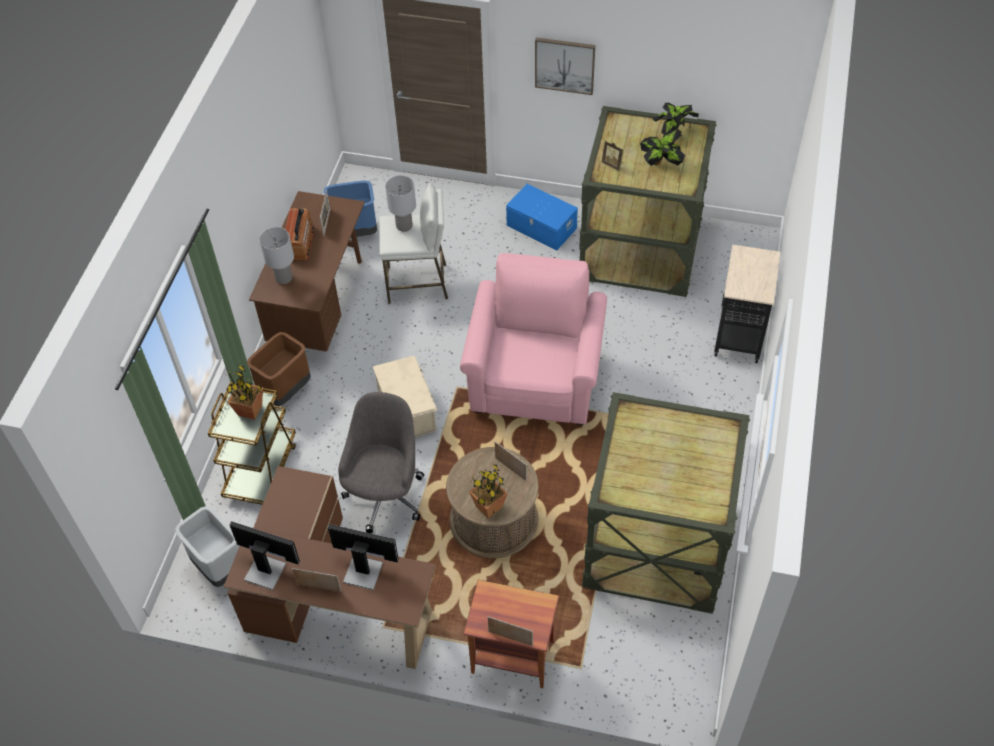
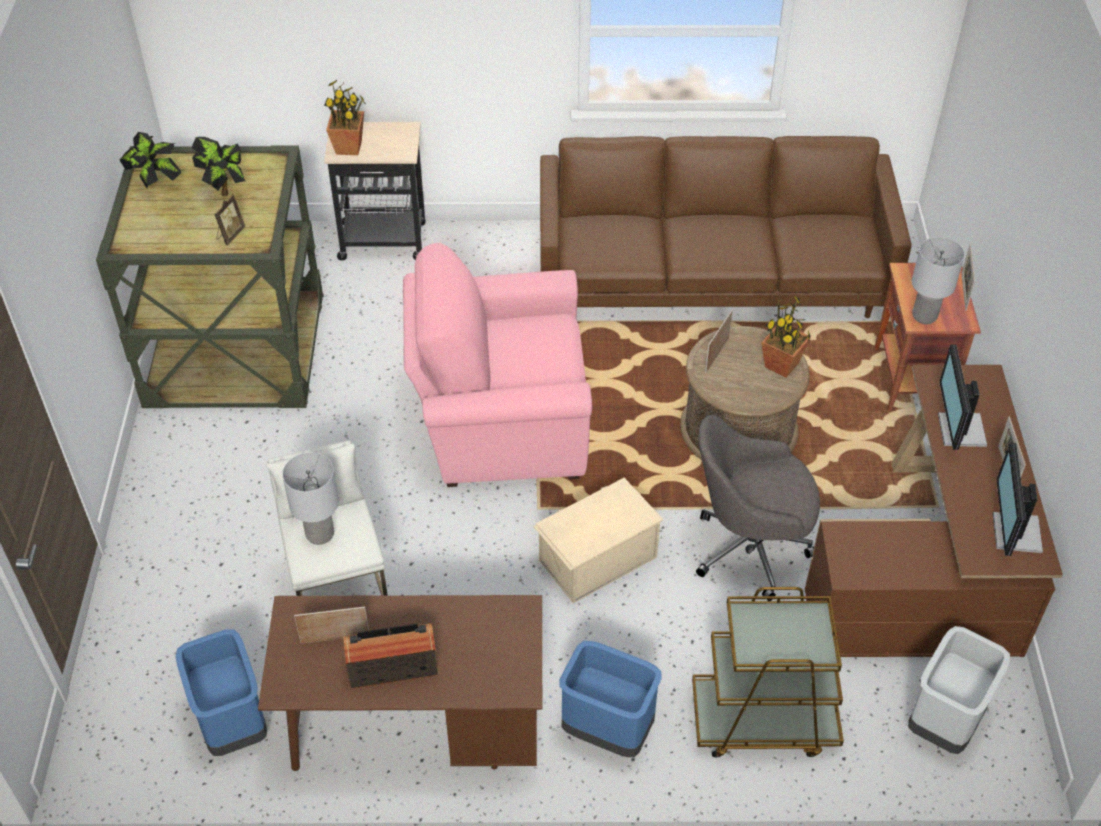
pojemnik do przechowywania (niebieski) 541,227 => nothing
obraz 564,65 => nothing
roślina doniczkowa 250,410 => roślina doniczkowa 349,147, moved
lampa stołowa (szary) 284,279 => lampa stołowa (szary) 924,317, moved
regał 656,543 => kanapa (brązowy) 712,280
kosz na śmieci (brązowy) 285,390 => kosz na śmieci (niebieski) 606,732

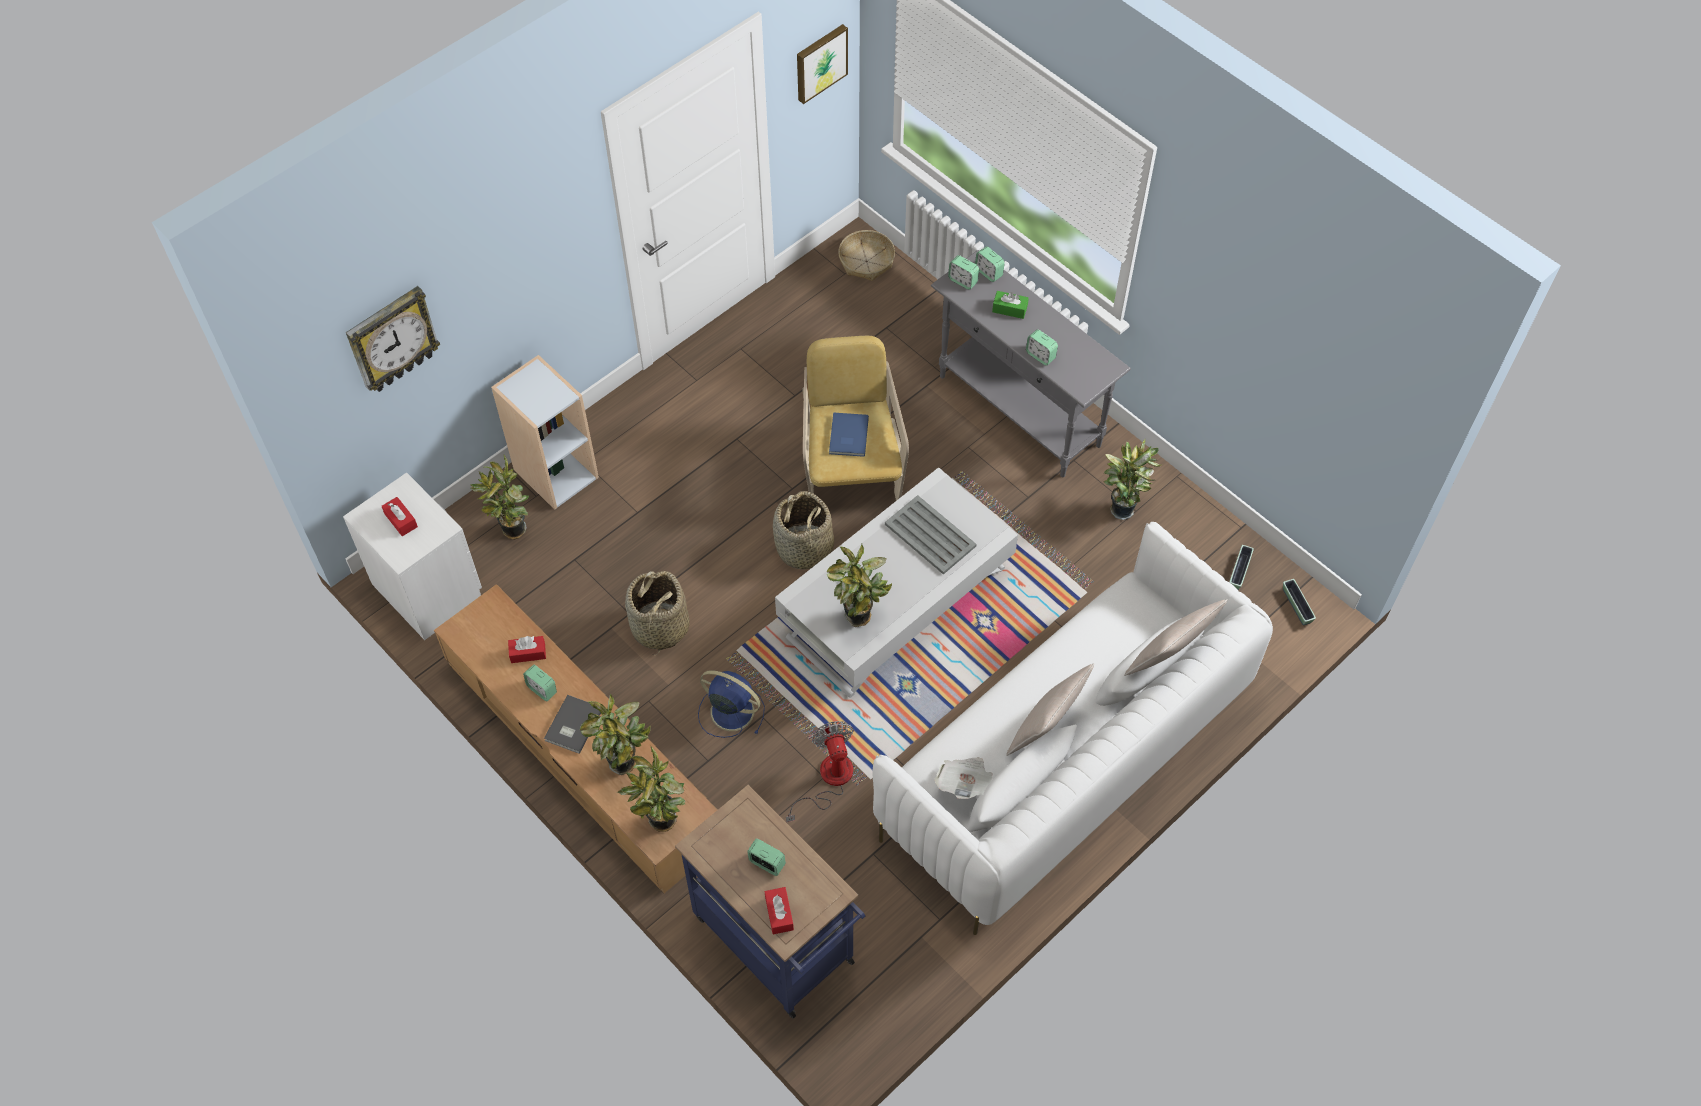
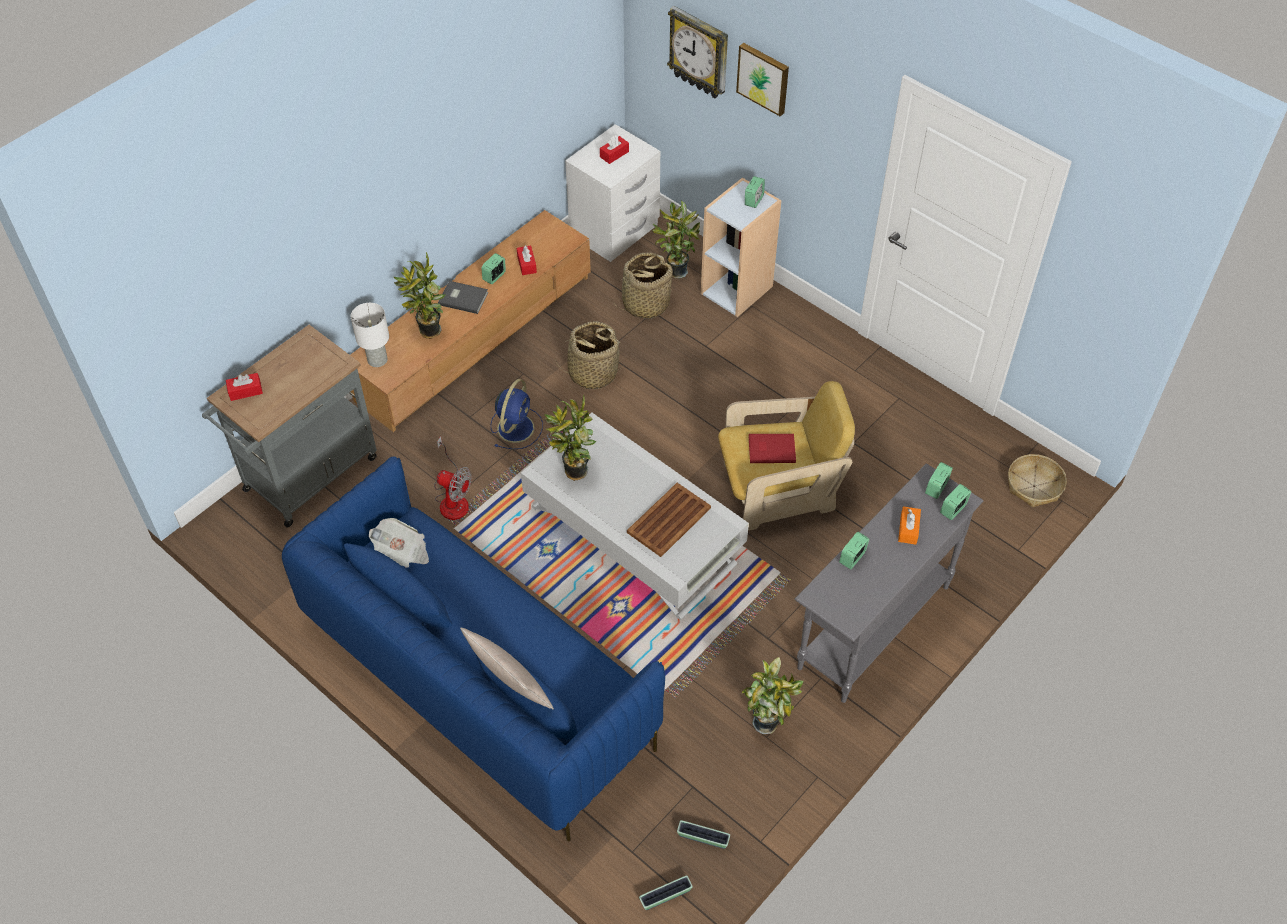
poduszka (beżowy) 1045,730 => nothing
budzik 767,863 => budzik 753,200, moved
koszyk 804,549 => koszyk 645,304, moved
obraz 820,62 => obraz 764,78, moved
roślina doniczkowa 661,822 => lampa stołowa (biały) 378,359
wózek (niebieski) 777,943 => wózek (szary) 308,476
książka (niebieski) 847,436 => książka (czerwony) 771,448
kanapa (biały) 1063,756 => kanapa (niebieski) 479,676
taca (szary) 929,534 => taca (brązowy) 669,520
pudełko chusteczek (zielony) 1009,309 => pudełko chusteczek (pomarańczowy) 908,529
wentylator 828,780 => wentylator 452,499, 45 degrees clockwise

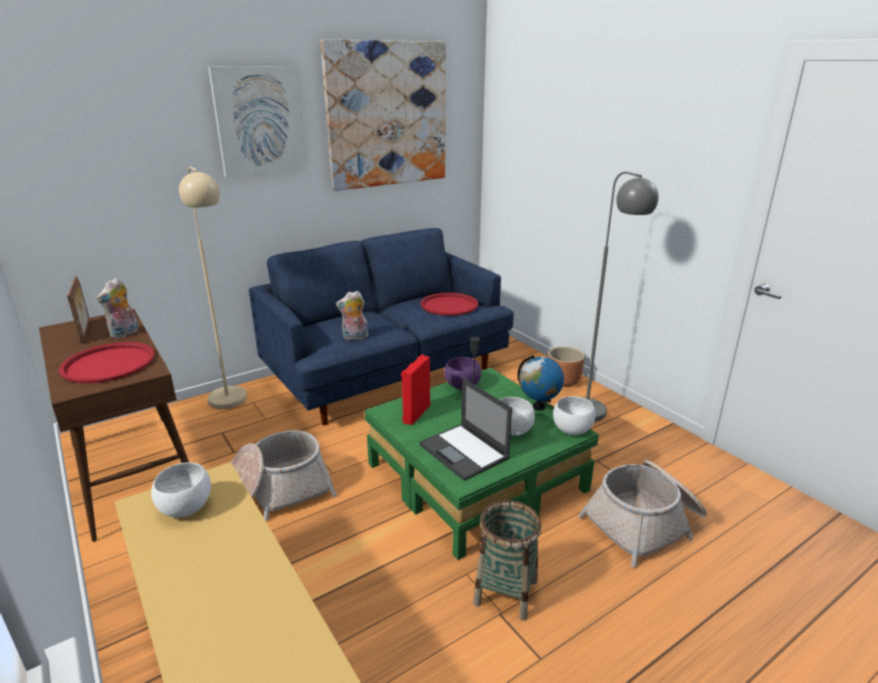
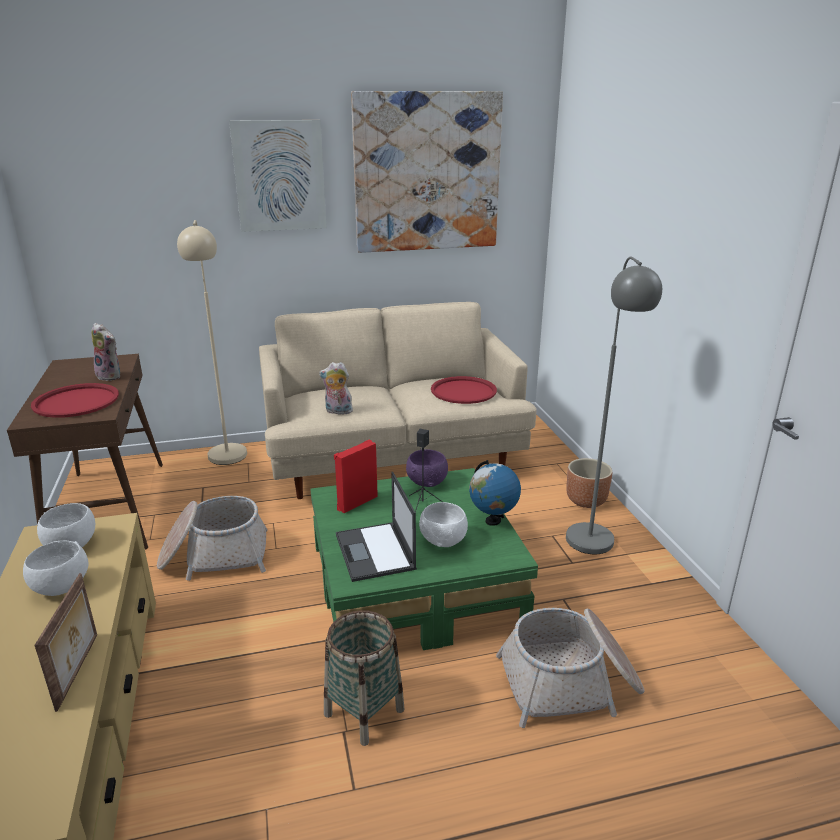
ramka na zdjęcie 86,332 => ramka na zdjęcie 79,670, moved
miska (biały) 572,430 => miska (biały) 60,587, moved
kanapa (niebieski) 386,376 => kanapa (beżowy) 391,460
pluszak 125,334 => pluszak 111,376, 105 degrees counterclockwise

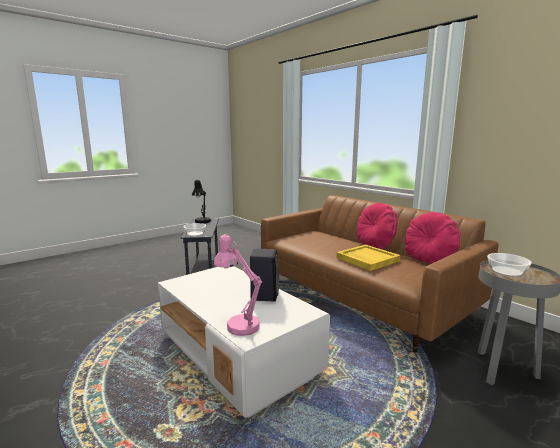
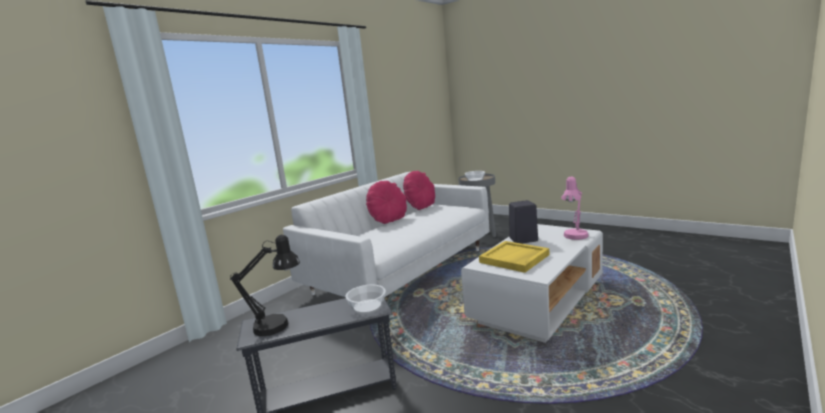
taca (żółty) 367,259 => taca (żółty) 514,259, moved
kanapa (brązowy) 360,298 => kanapa (biały) 402,271

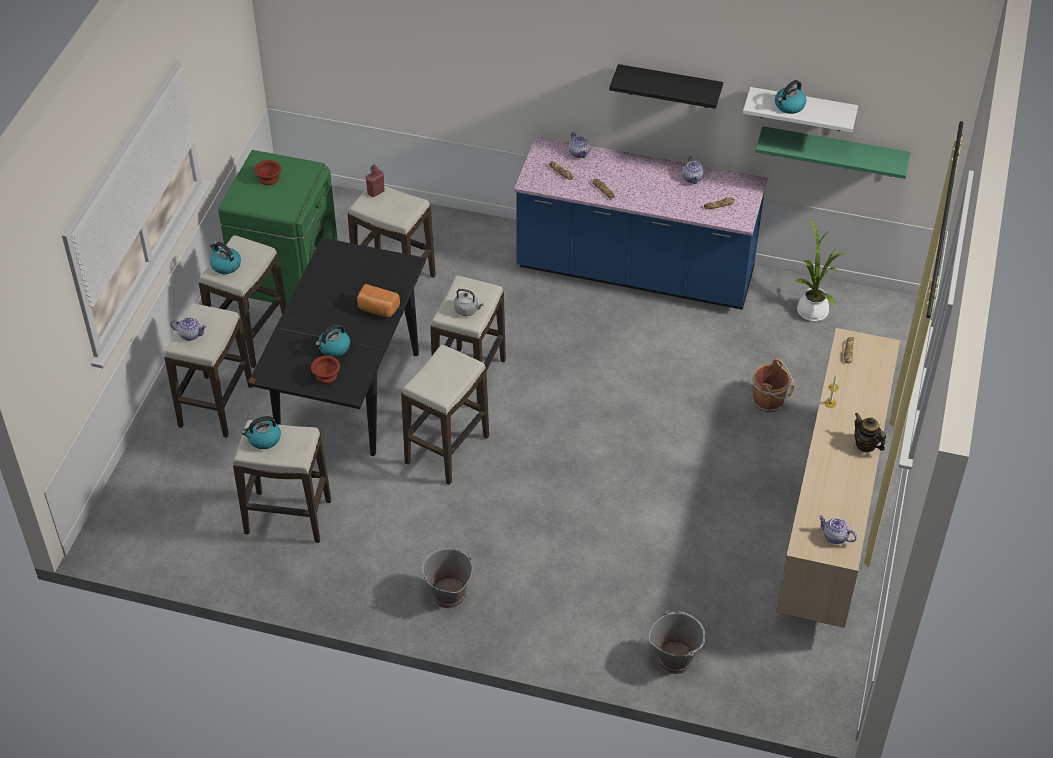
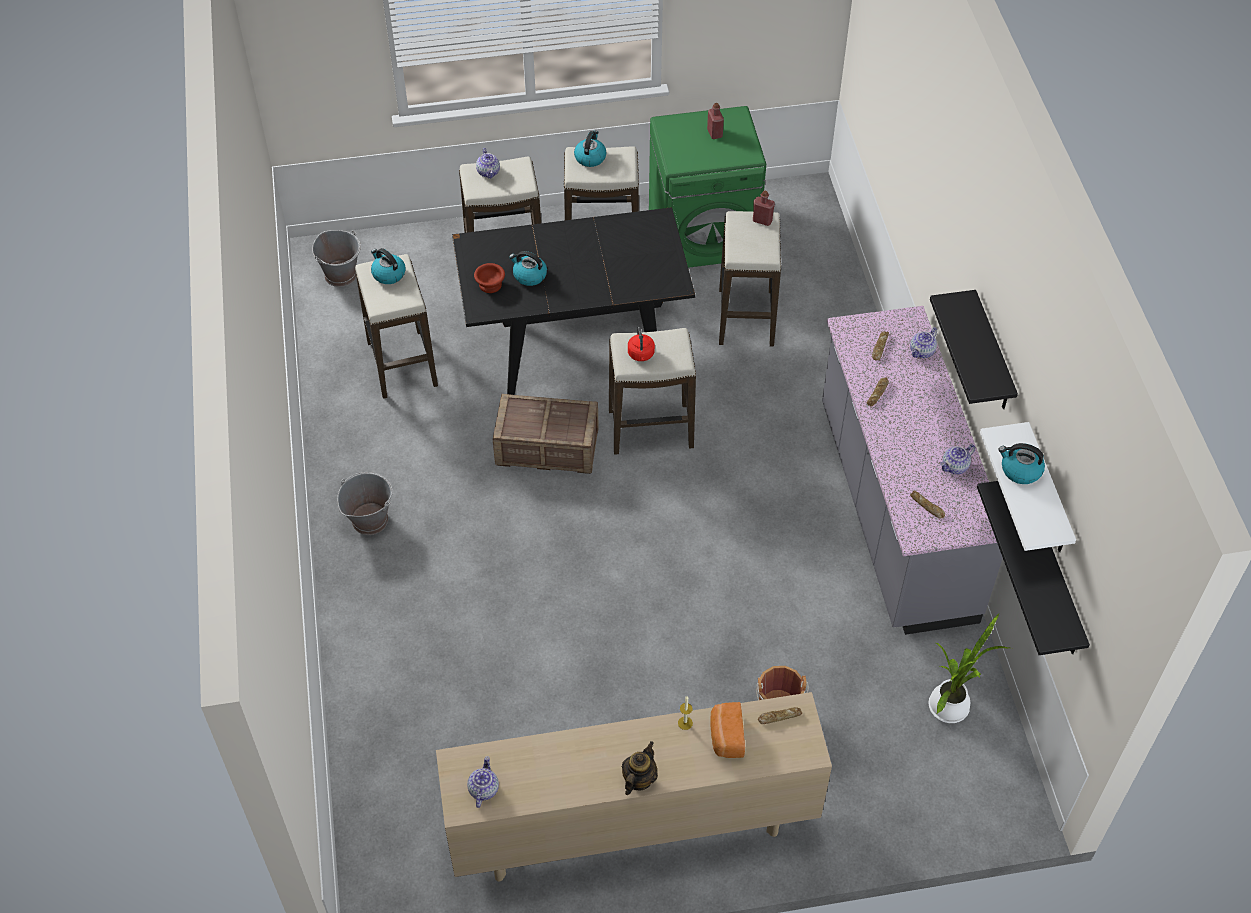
chleb 377,309 => chleb 726,737, moved
wiadro (szary) 675,658 => wiadro (szary) 341,274, moved
miska (brązowy) 268,178 => butelka (czerwony) 714,133
stołek 447,450 => skrzynka 546,448
czajnik (szary) 467,310 => czajnik (czerwony) 641,355
zabudowa kuchenna (niebieski) 635,272 => zabudowa kuchenna (szary) 894,513
półka (zielony) 833,152 => półka (czarny) 1051,570

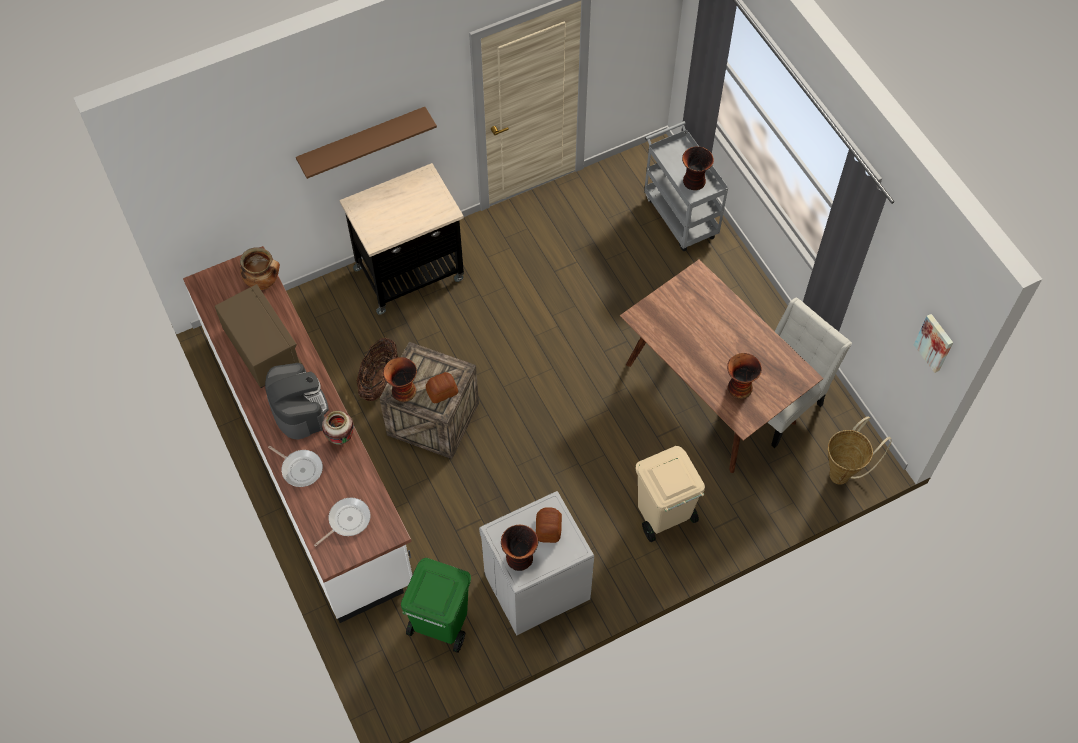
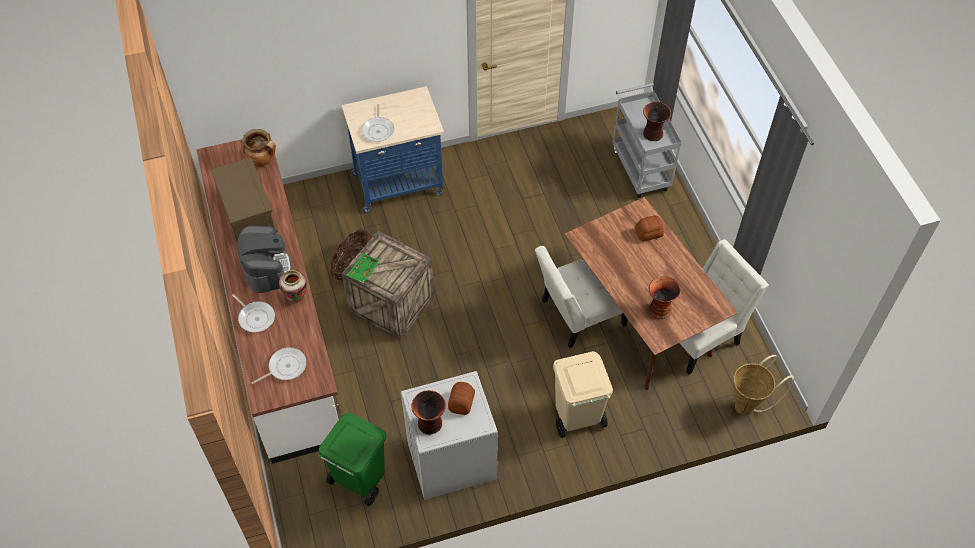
półka (brązowy) 362,141 => nothing
obraz 935,342 => nothing
nothing => patelnia 378,130
nothing => krzesło (biały) 578,314
chleb 441,391 => chleb 648,233, moved
wazon 402,391 => taca (zielony) 363,270
wózek (czarny) 409,273 => wózek (niebieski) 398,183

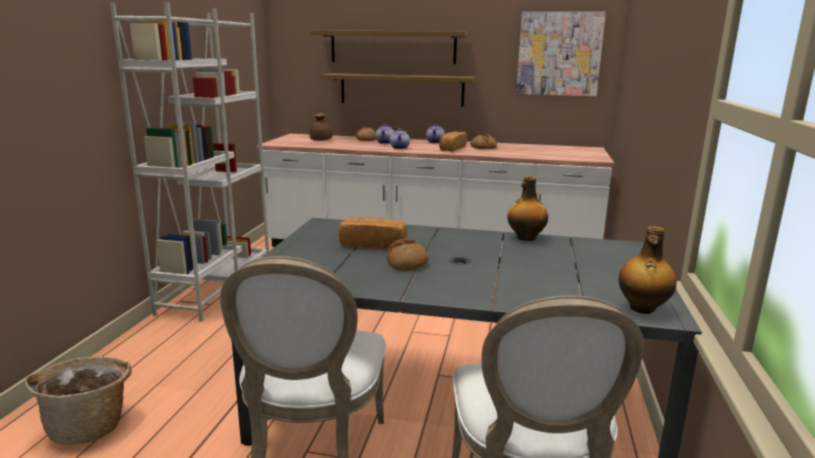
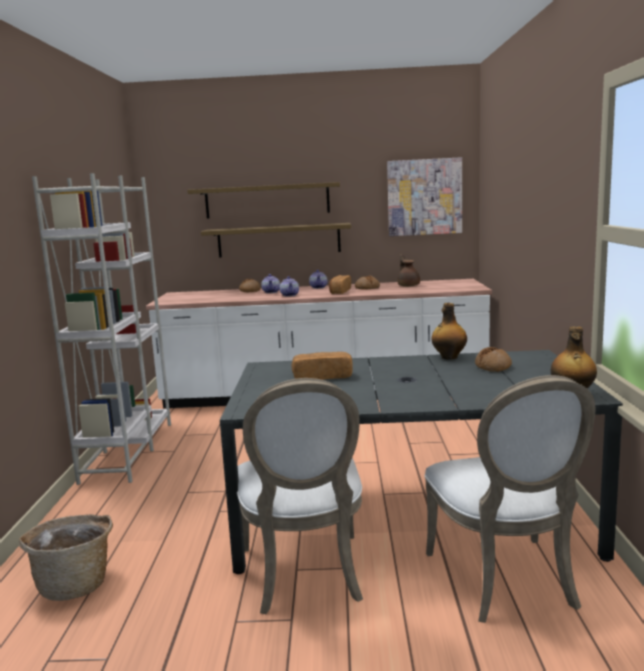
imbryk (brązowy) 321,140 => imbryk (brązowy) 408,285, moved
chleb 407,263 => chleb 493,367, moved

